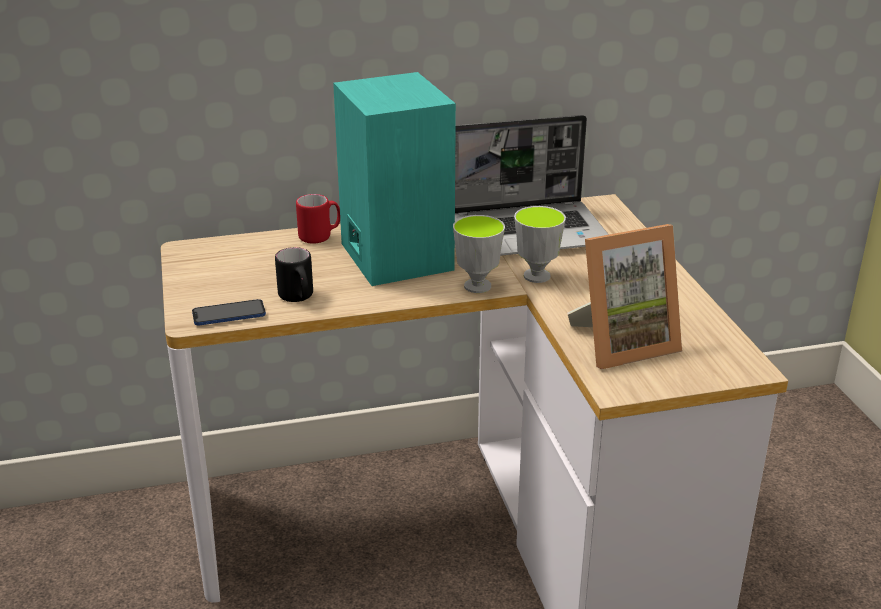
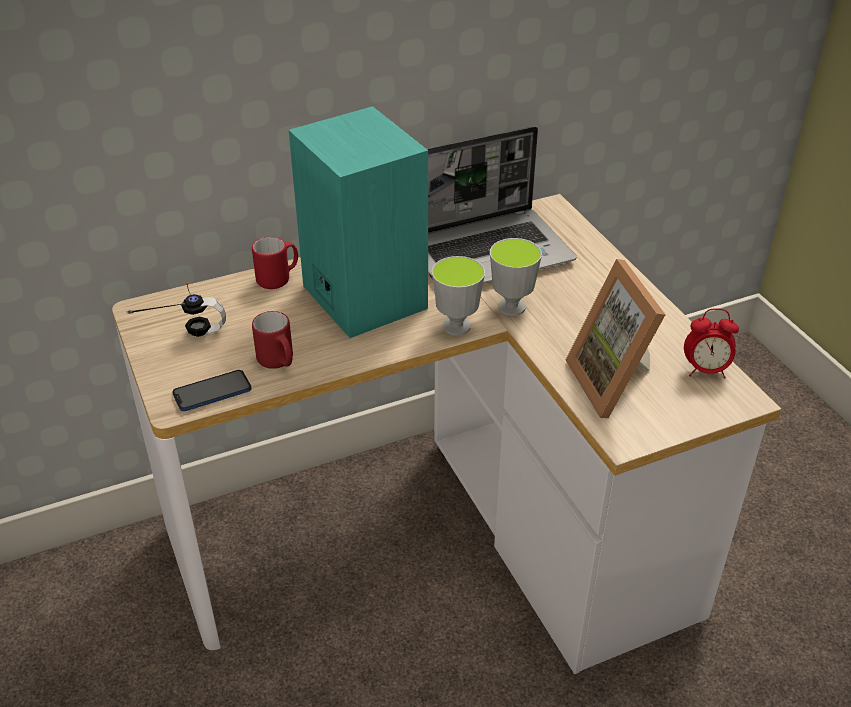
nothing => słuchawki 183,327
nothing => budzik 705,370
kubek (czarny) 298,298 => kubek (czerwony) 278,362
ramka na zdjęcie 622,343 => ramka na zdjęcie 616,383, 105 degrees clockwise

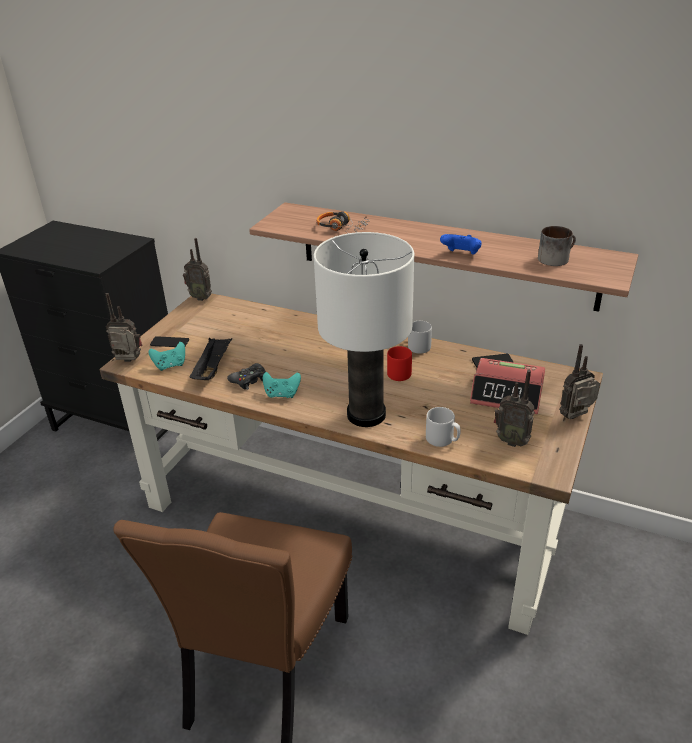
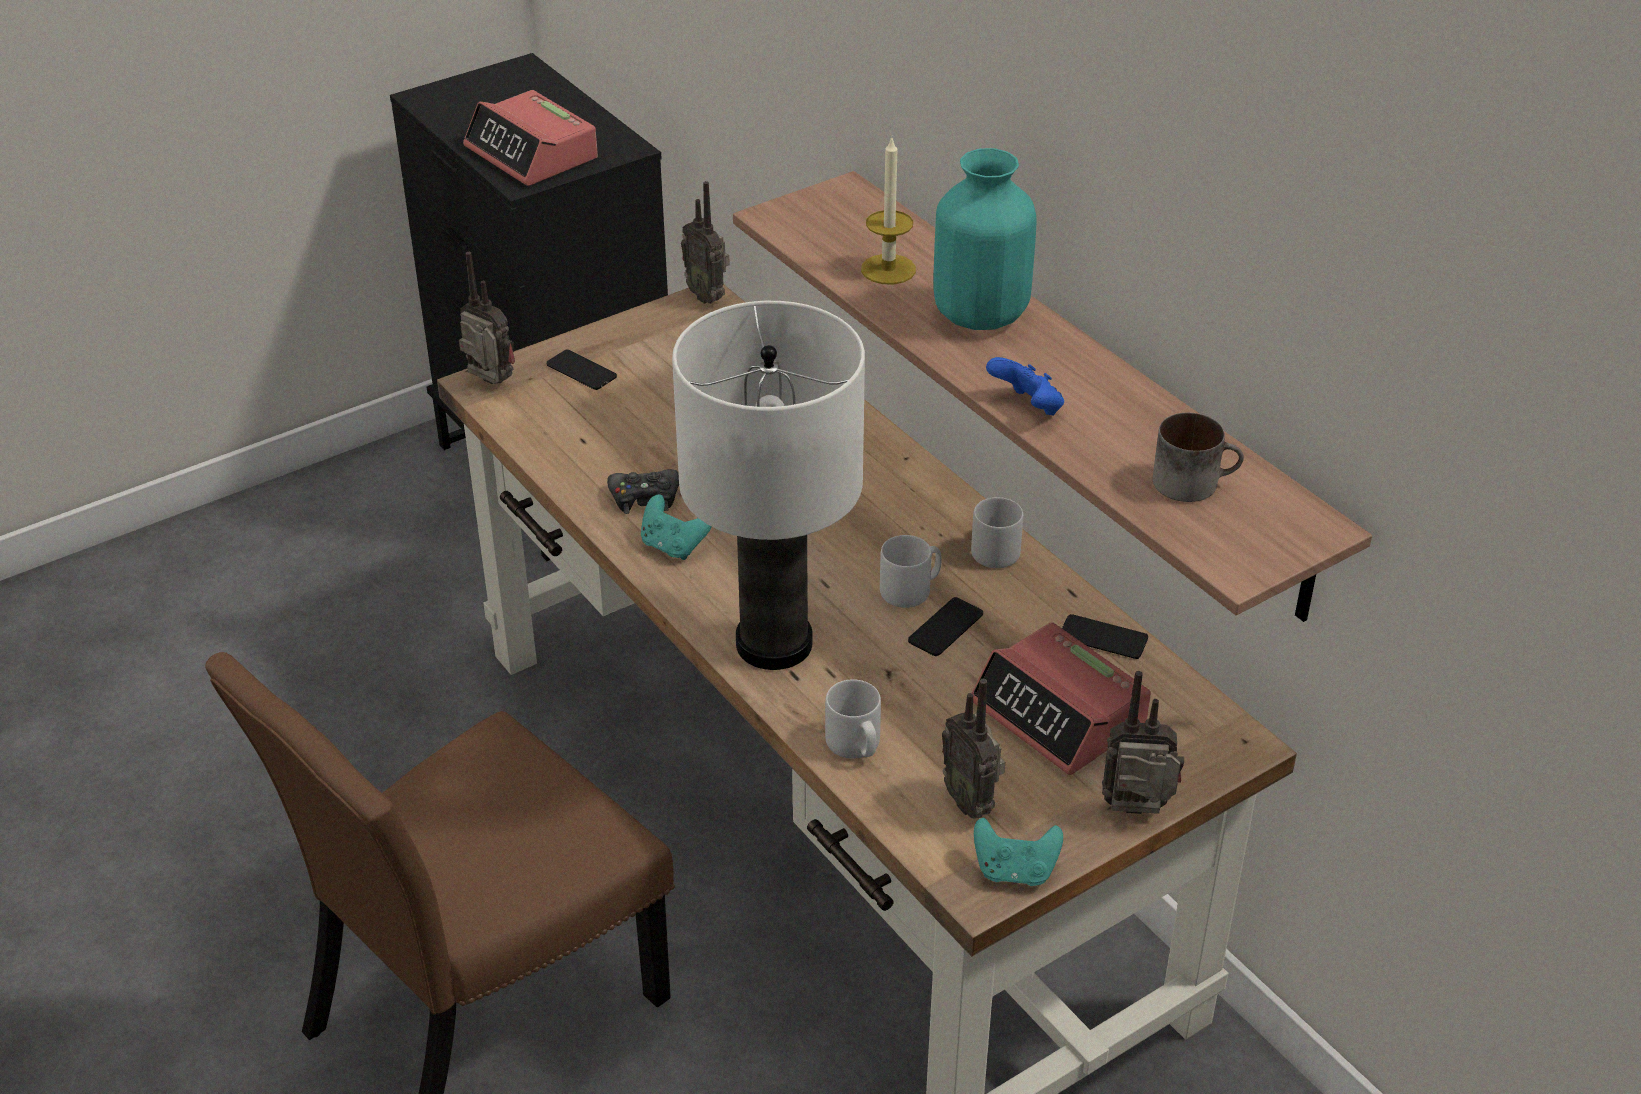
taca (czarny) 212,368 => nothing
nothing => budzik 532,154
nothing => telefon 945,628
nothing => wazon (turkusowy) 979,313
pad do gier (turkusowy) 170,365 => pad do gier (turkusowy) 1015,871, moved
słuchawki 342,228 => świeca 888,269
kubek (czerwony) 401,373 => kubek (szary) 911,590

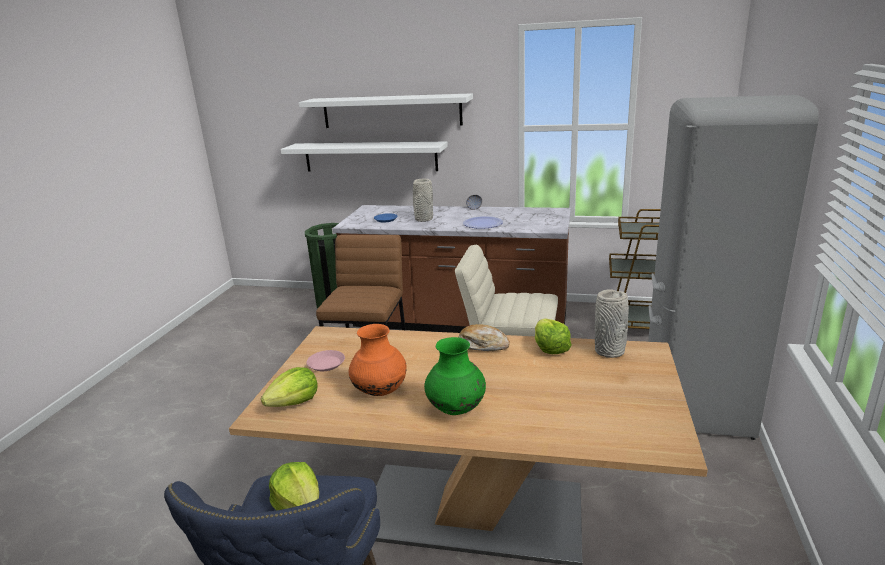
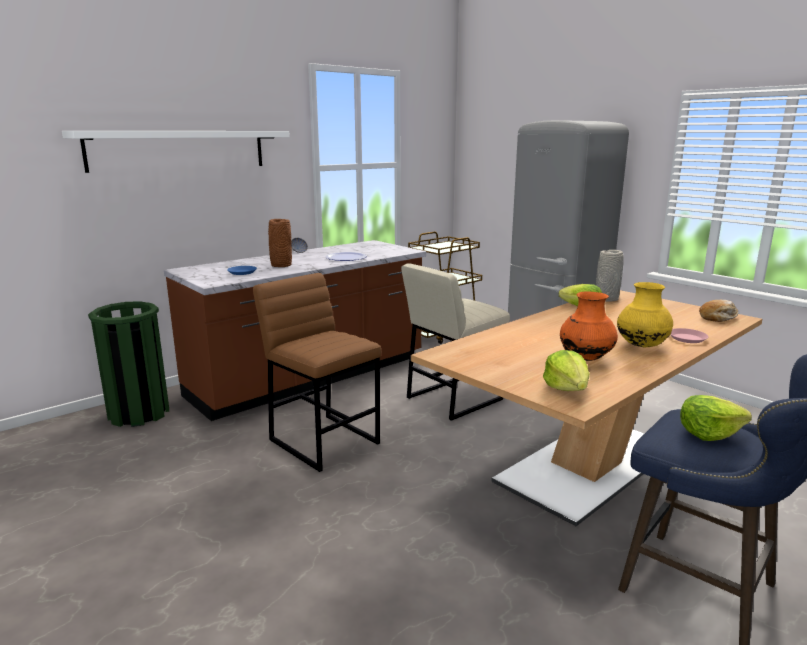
półka (biały) 370,156 => nothing
talerz (różowy) 326,363 => talerz (różowy) 687,338, moved
chleb 482,345 => chleb 718,317, moved
wazon (szary) 423,219 => wazon (brązowy) 281,265
wazon (zielony) 456,409 => wazon (żółty) 642,346

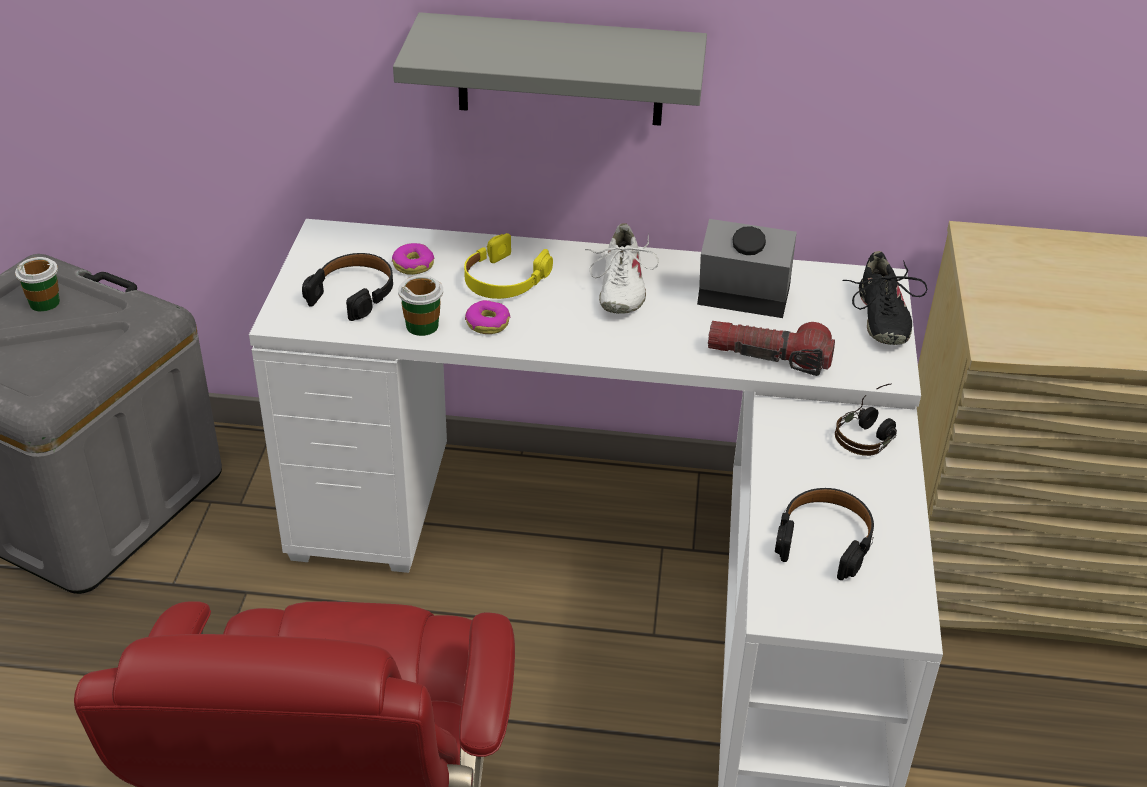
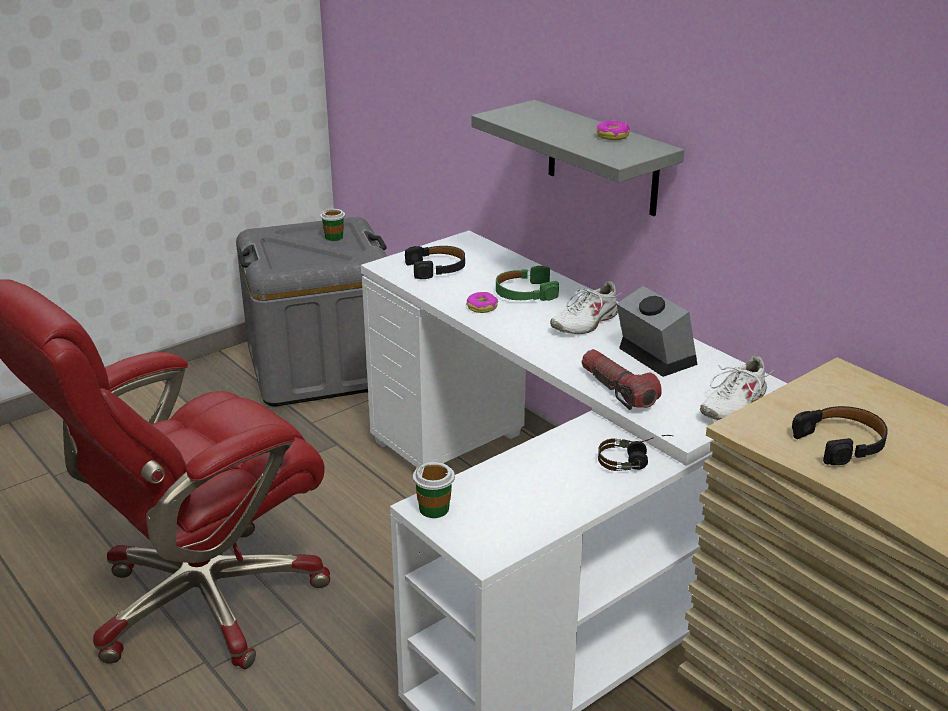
donut 413,265 => donut 612,136, moved
filiżanka 422,326 => filiżanka 434,509, moved
słuchawki (czarny) 824,540 => słuchawki (czarny) 841,443, moved
słuchawki (żółty) 504,280 => słuchawki (zielony) 525,293
but (czarny) 880,318 => but (biały) 732,405

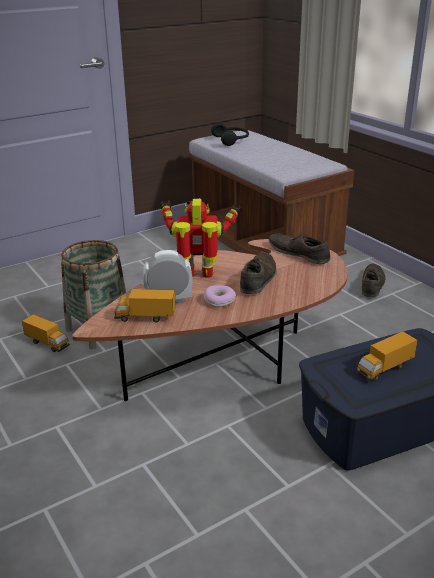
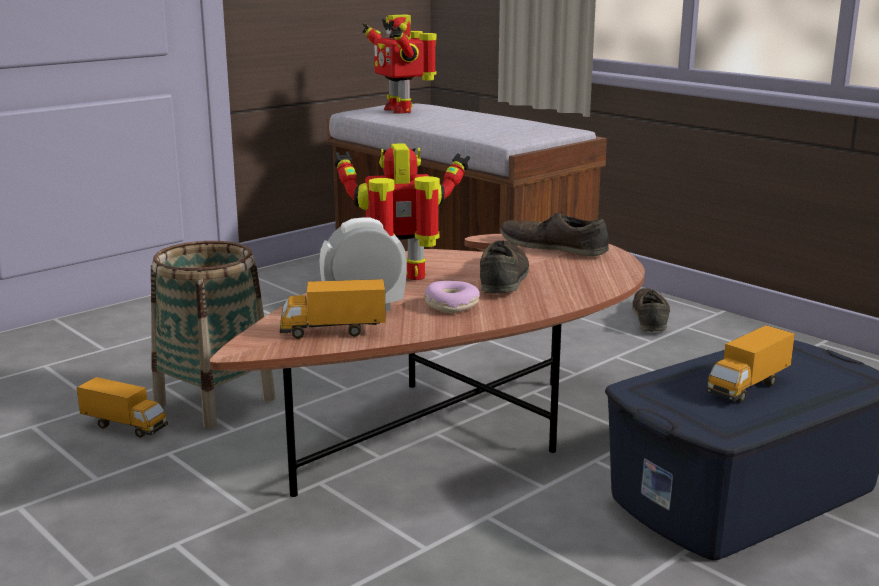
słuchawki (czarny) 232,140 => robot zabawkowy 400,110

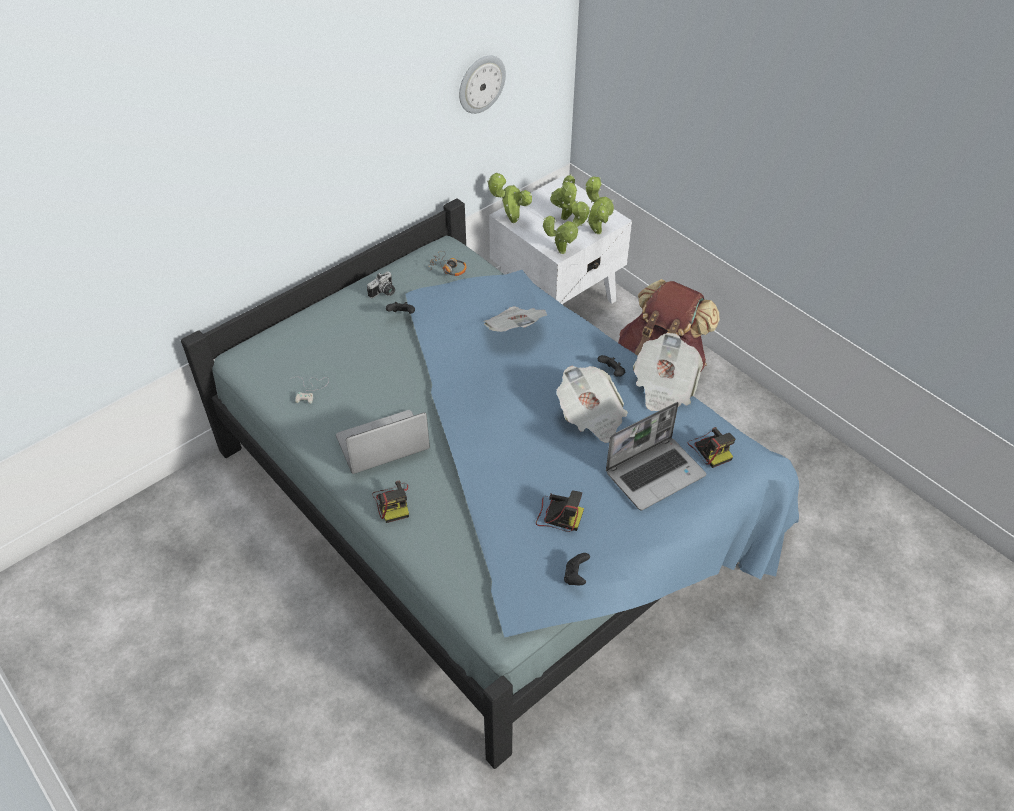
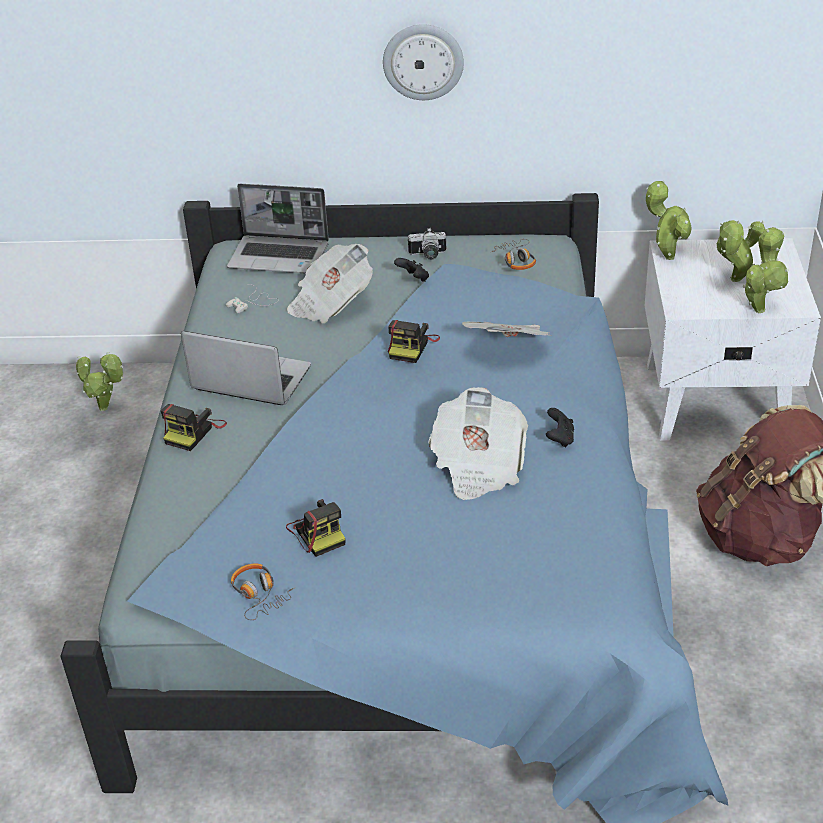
zegar ścienny 481,84 => zegar ścienny 423,61, moved
roślina doniczkowa 565,250 => roślina doniczkowa 106,408, moved
laptop 655,473 => laptop 280,256, moved
gazeta 664,387 => gazeta 330,303, moved
aparat fotograficzny 710,449 => aparat fotograficzny 412,347, moved
pad do gier (czarny) 575,576 => słuchawki 259,595

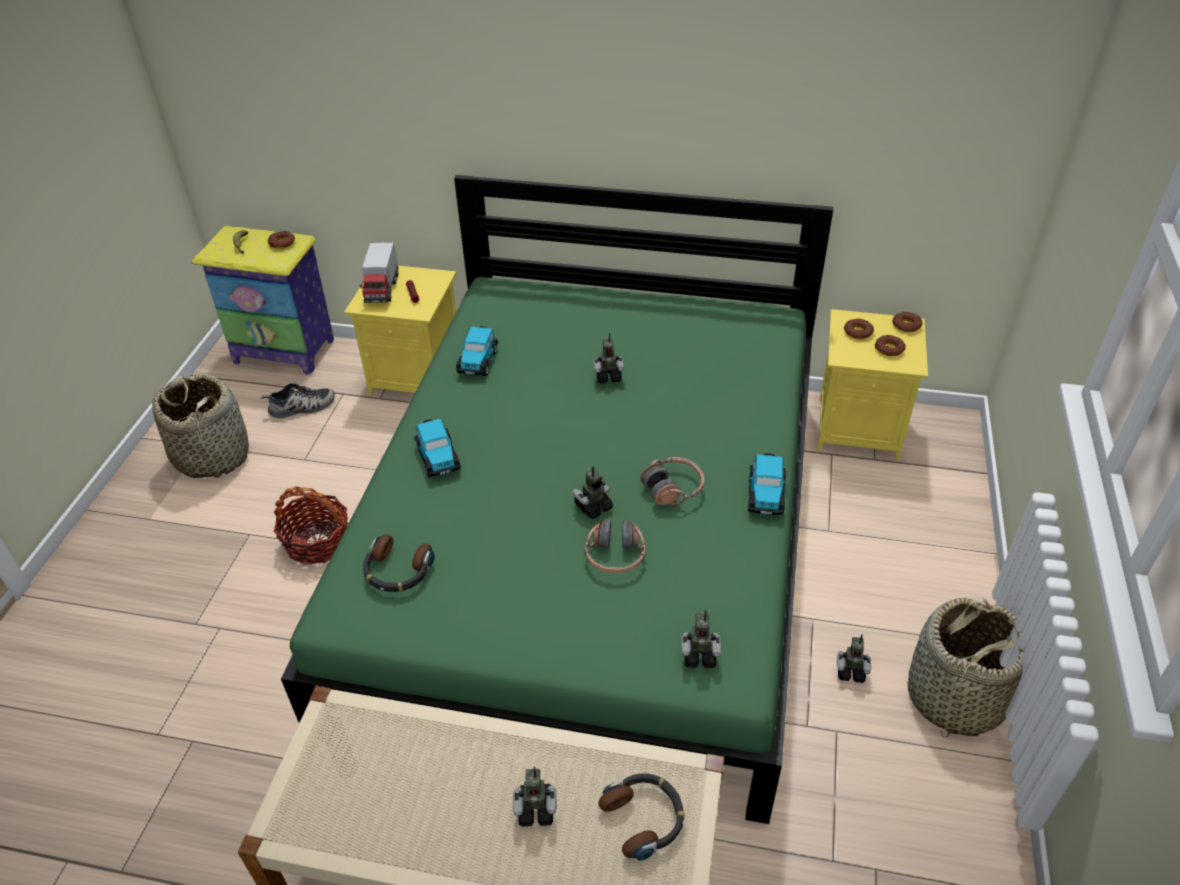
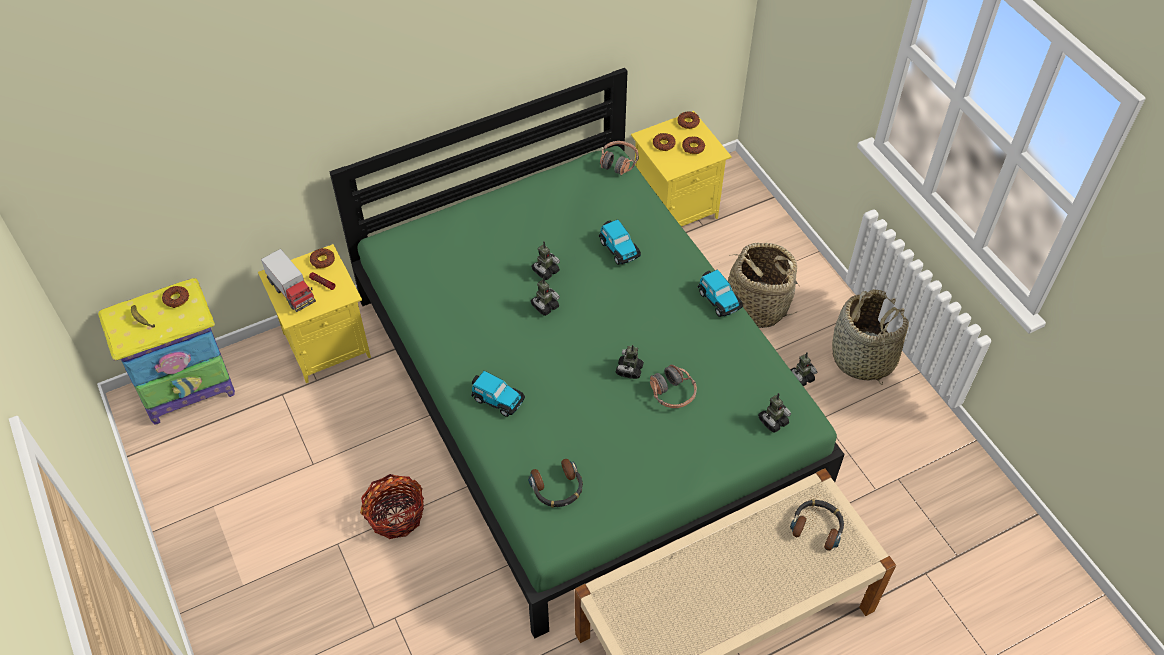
but 302,407 => nothing
nothing => donut 322,260
koszyk 213,455 => koszyk 756,306, moved
samochodzik 478,361 => samochodzik 619,248, moved
robot zabawkowy 536,809 => robot zabawkowy 545,306, moved
słuchawki 673,488 => słuchawki 618,162, moved

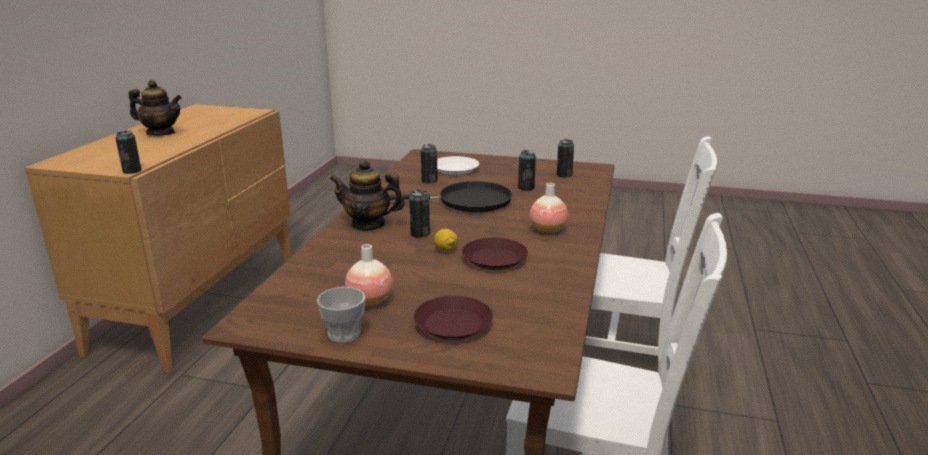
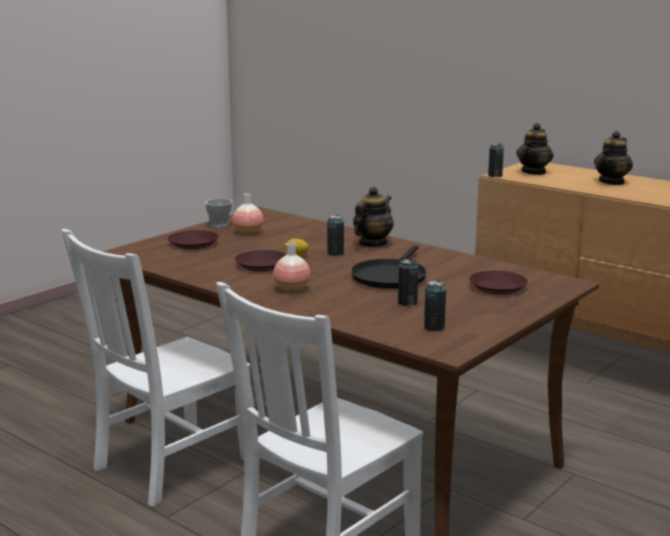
puszka 429,181 => nothing
nothing => imbryk 534,172
talerz (biały) 454,169 => talerz (brązowy) 497,287

